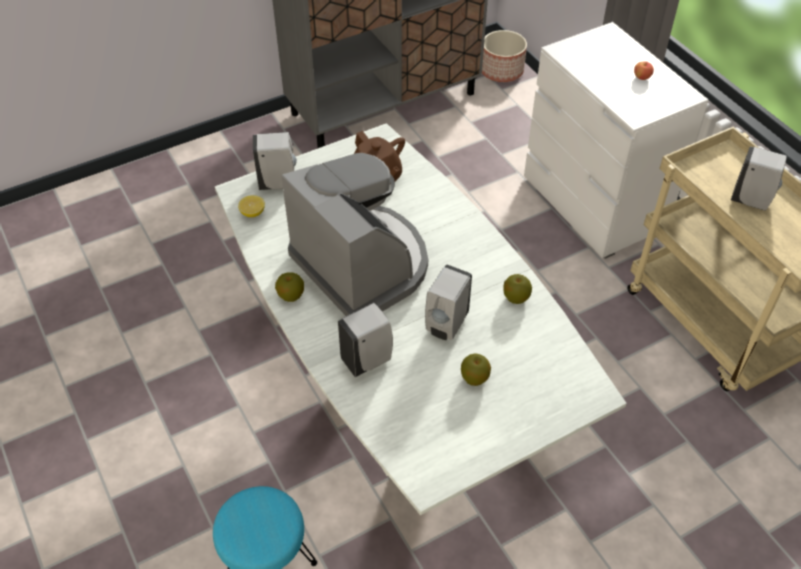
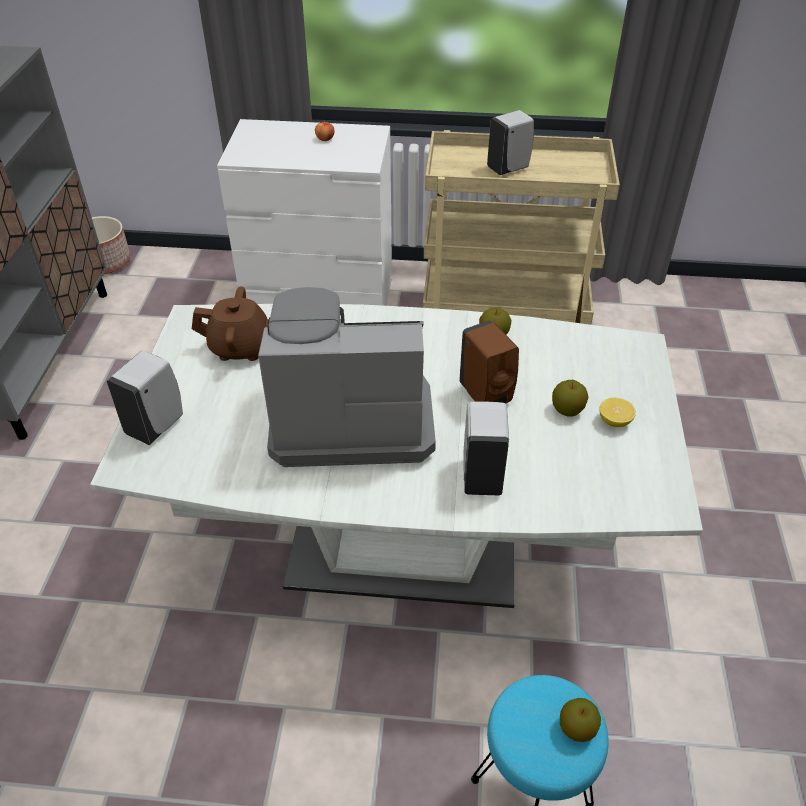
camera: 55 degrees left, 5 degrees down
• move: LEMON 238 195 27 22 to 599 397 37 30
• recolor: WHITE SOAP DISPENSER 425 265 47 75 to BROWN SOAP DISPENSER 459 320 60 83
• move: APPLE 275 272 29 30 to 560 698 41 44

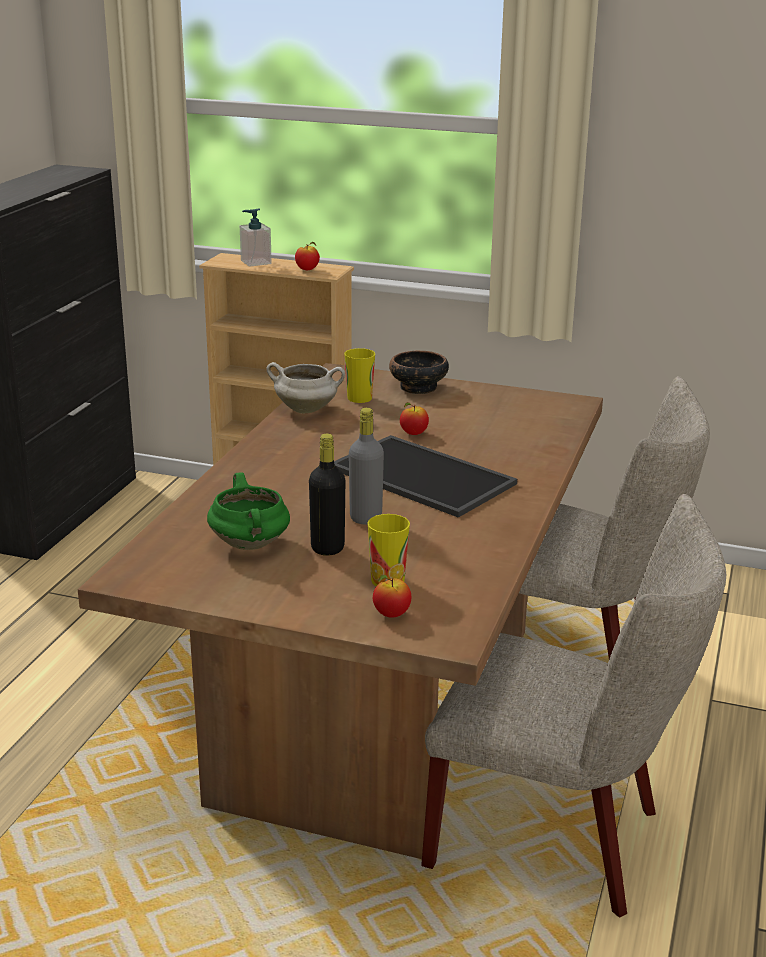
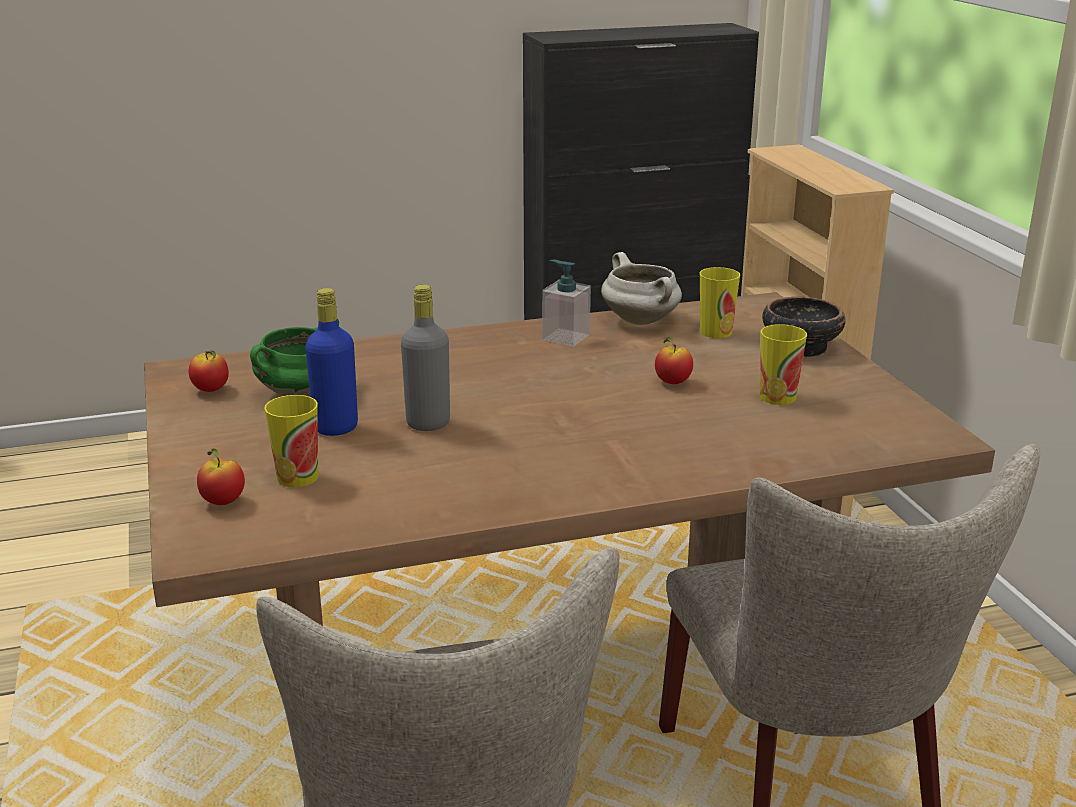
camera: 55 degrees right, 0 degrees up
• move: SOAP DISPENSER 240 208 32 59 to 542 260 49 87
• move: APPLE 295 242 25 28 to 188 351 41 41
• recolor: BLACK BOTTLE 309 434 36 122 to BLUE BOTTLE 305 288 53 148
• delete: TRAY 334 435 183 83
• insert: CUP 760 324 47 81

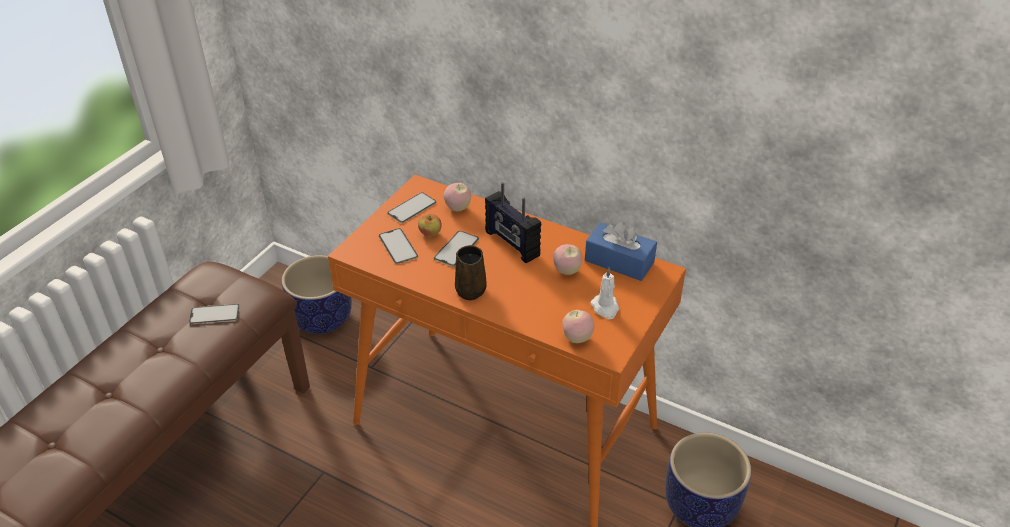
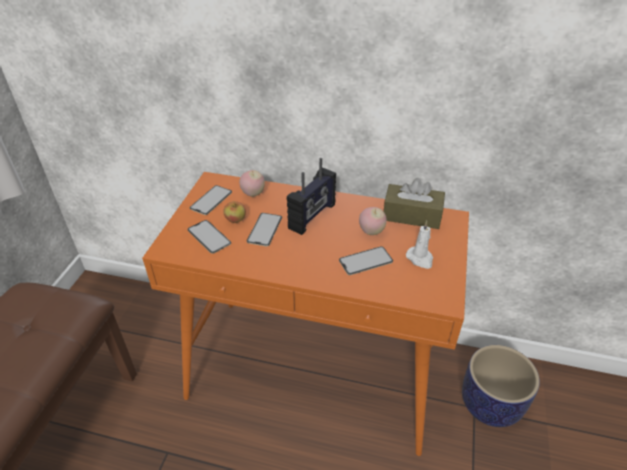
camera: 15 degrees left, 0 degrees up
• rotate: RADIO 485 182 56 81 = 287 158 49 77 90 degrees counterclockwise
• recolor: BLUE TISSUE BOX 585 221 72 60 to BROWN TISSUE BOX 383 178 62 51
• delete: BROWN MUG 455 245 32 55
• delete: PLANTER 281 255 71 79
• move: PHONE 189 304 51 20 to 339 246 54 29
• delete: APPLE 562 310 32 33

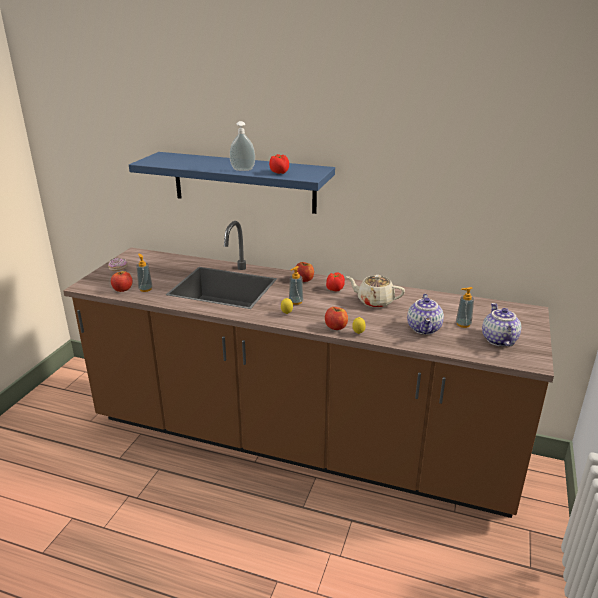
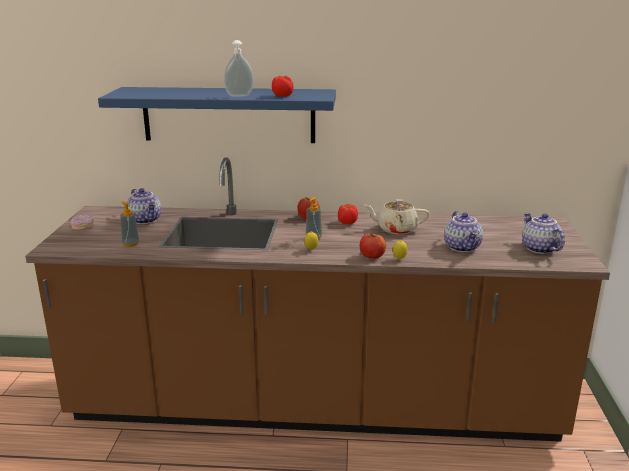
camera: 15 degrees left, 5 degrees down
• delete: APPLE 111 271 22 21
• delete: SOAP DISPENSER 456 287 18 41
• insert: TEAPOT 127 188 34 36

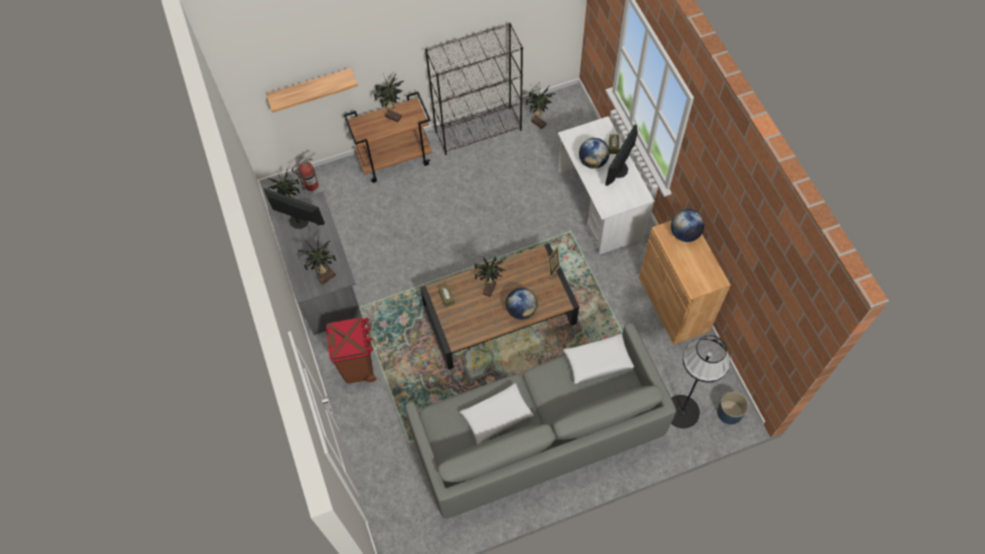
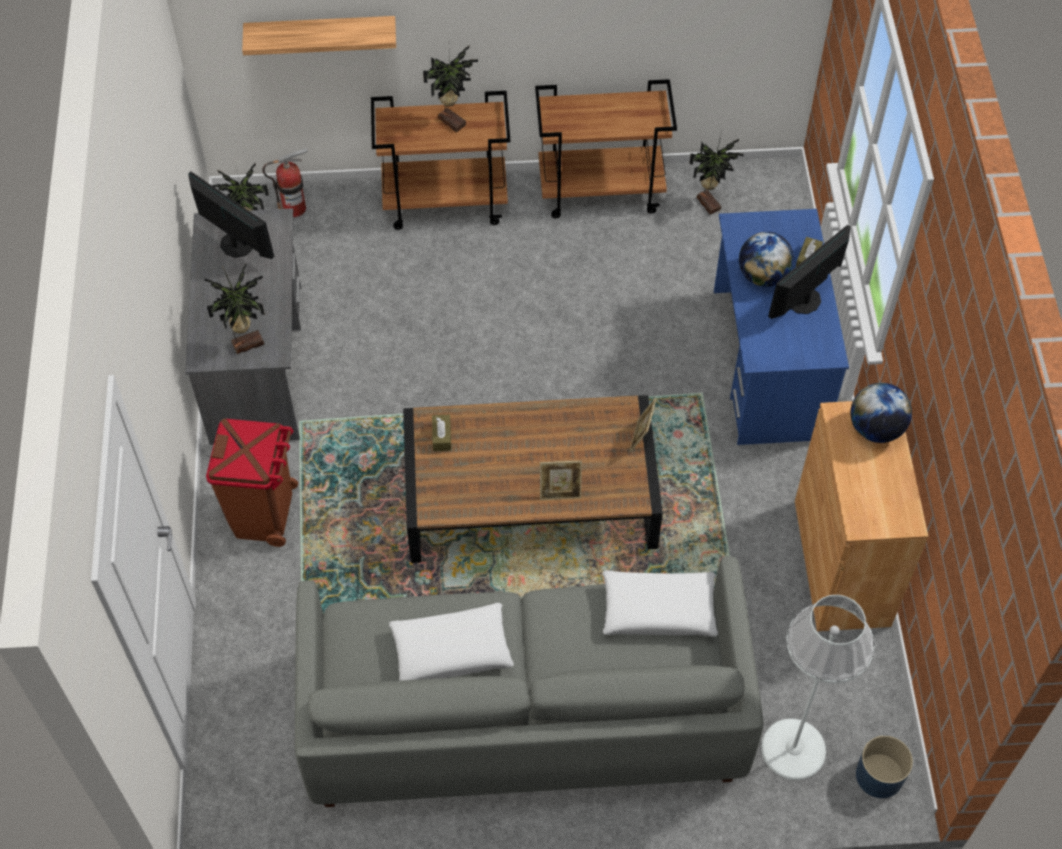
camera: 15 degrees right, 5 degrees down
• replace: BLACK BOOKCASE 425 23 98 132 to BROWN CART 535 79 142 139
• recolor: WHITE DESK 558 116 97 139 to BLUE DESK 714 209 135 236
• delete: POTTED PLANT 475 256 31 41
• replace: GLOBE 506 288 31 32 to PICTURE FRAME 540 461 42 39
• recolor: BLACK FLOOR LAMP 671 335 59 93 to WHITE FLOOR LAMP 761 595 113 185

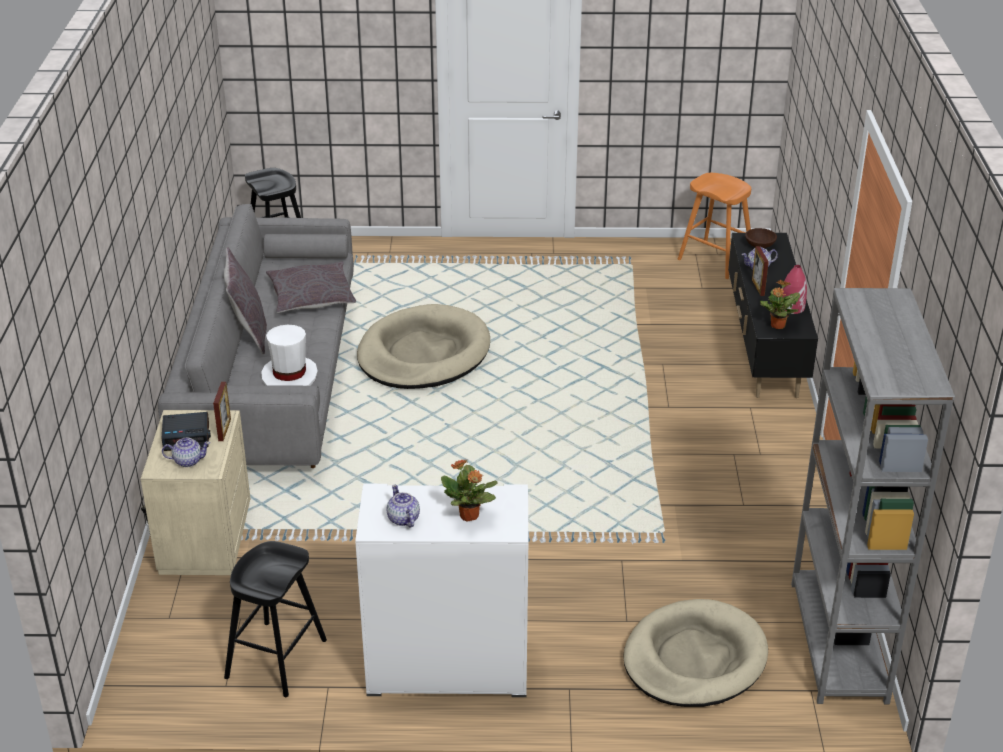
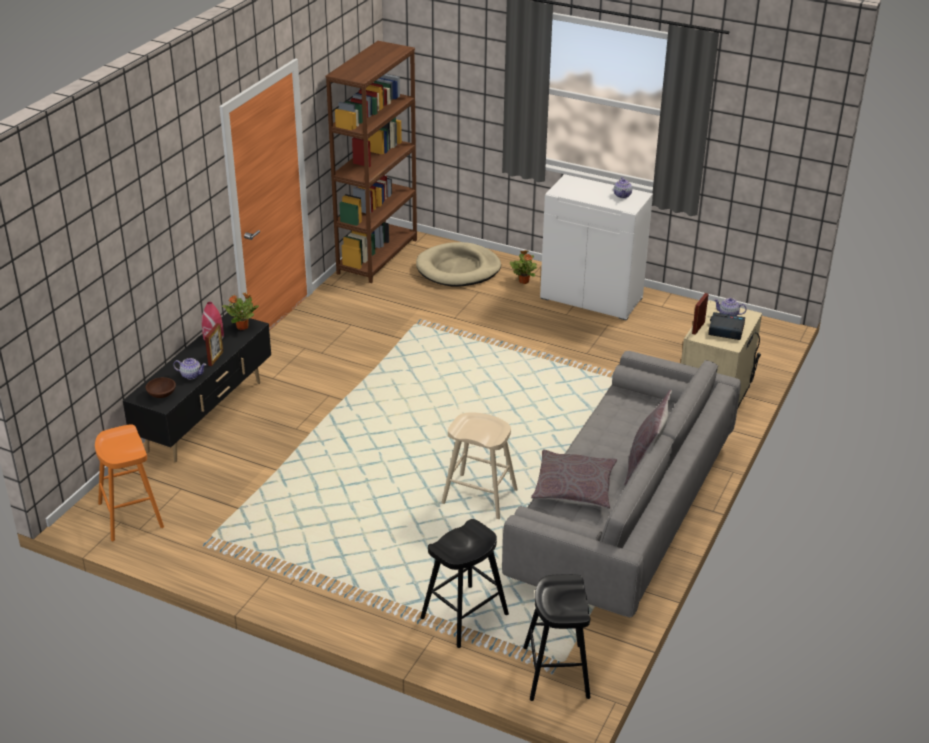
camera: 155 degrees left, 0 degrees up
• recolor: GREY BOOKCASE 791 288 164 416 to BROWN BOOKCASE 326 41 91 242
• replace: BEIGE DOG BED 357 304 133 85 to BEIGE STOOL 441 413 77 106
• delete: WHITE HAT 261 325 57 61
• move: POTTED PLANT 441 459 57 63 to 510 250 27 34
• move: BLACK STOOL 224 541 103 156 to 420 519 89 129

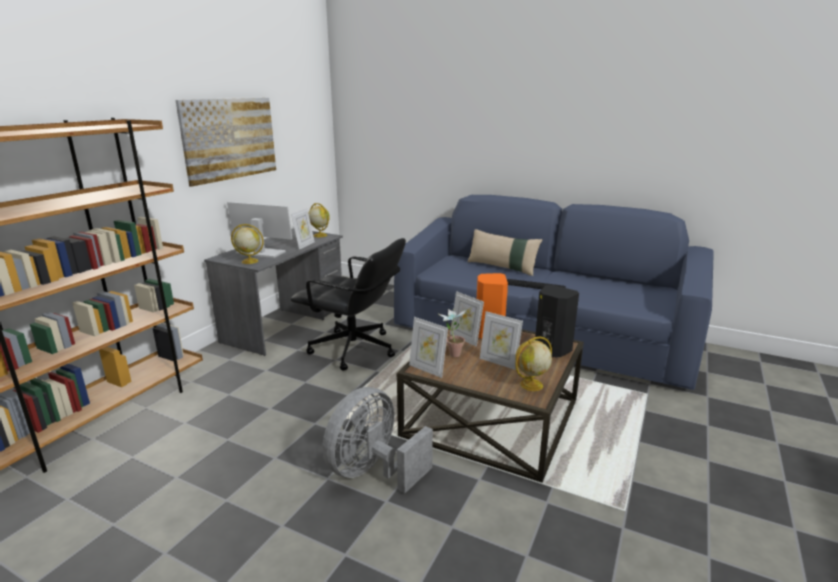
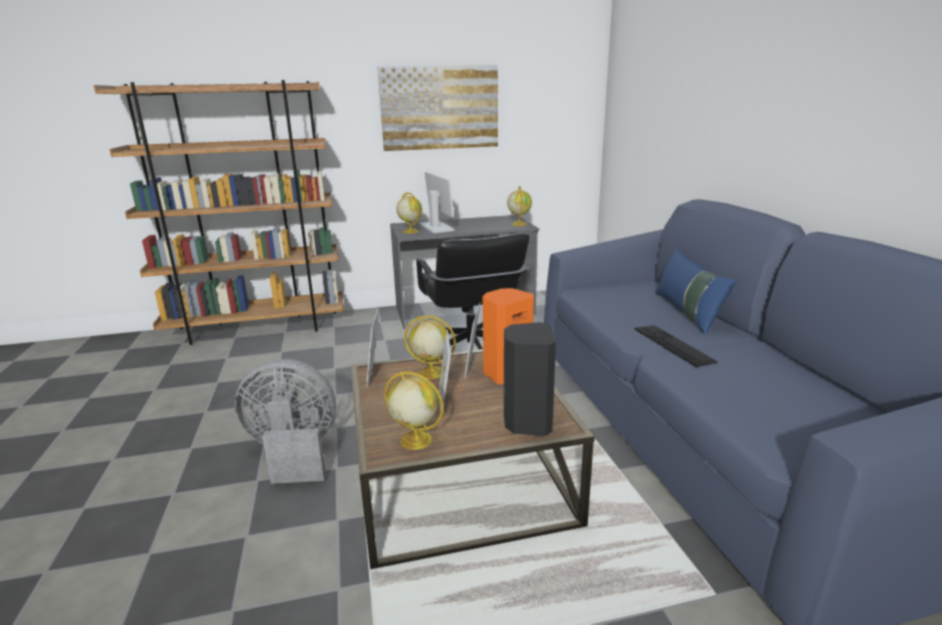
camera: 50 degrees right, 0 degrees up
• delete: PICTURE FRAME 291 208 24 42
• recolor: BEIGE PILLOW 467 229 76 47 to BLUE PILLOW 656 249 80 85
• replace: POTTED PLANT 439 309 28 48 to GLOBE 404 316 52 63

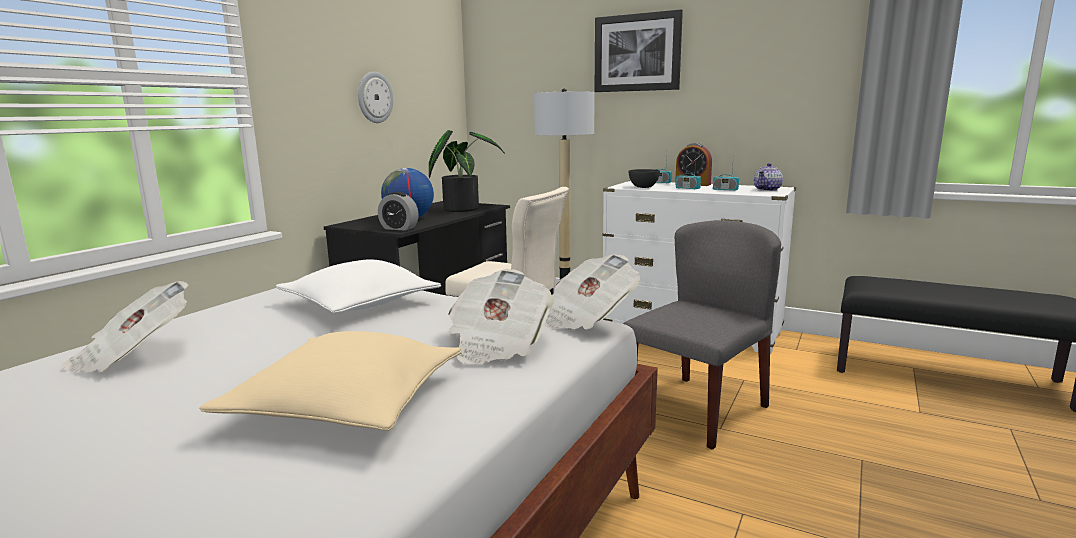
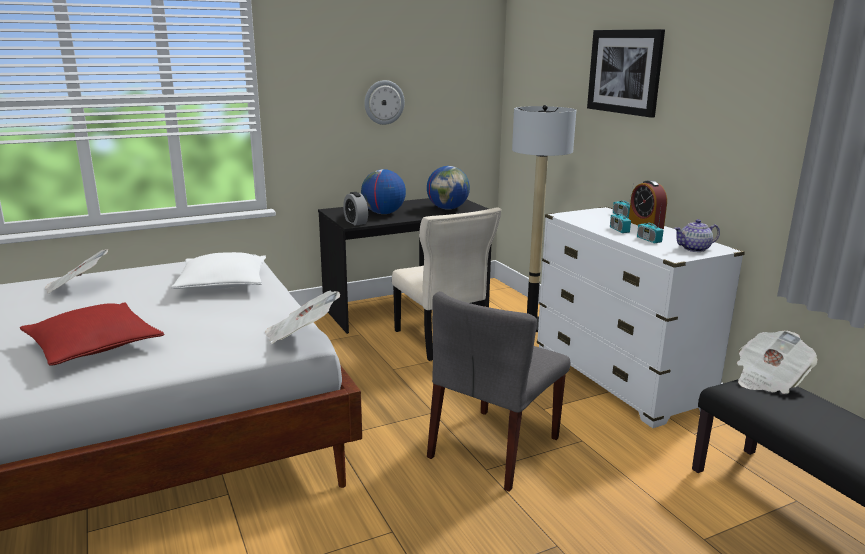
camera: 35 degrees right, 5 degrees up
• replace: POTTED PLANT 429 130 76 82 to GLOBE 427 166 43 44
• delete: GREY BOWL 629 169 31 19
• rotate: GREY CHAIR 623 220 158 230 = 427 291 143 201 135 degrees clockwise
• move: NEWSPAPER 449 269 105 95 to 737 331 81 63
• recolor: BEIGE PILLOW 199 331 263 100 to RED PILLOW 20 303 145 63

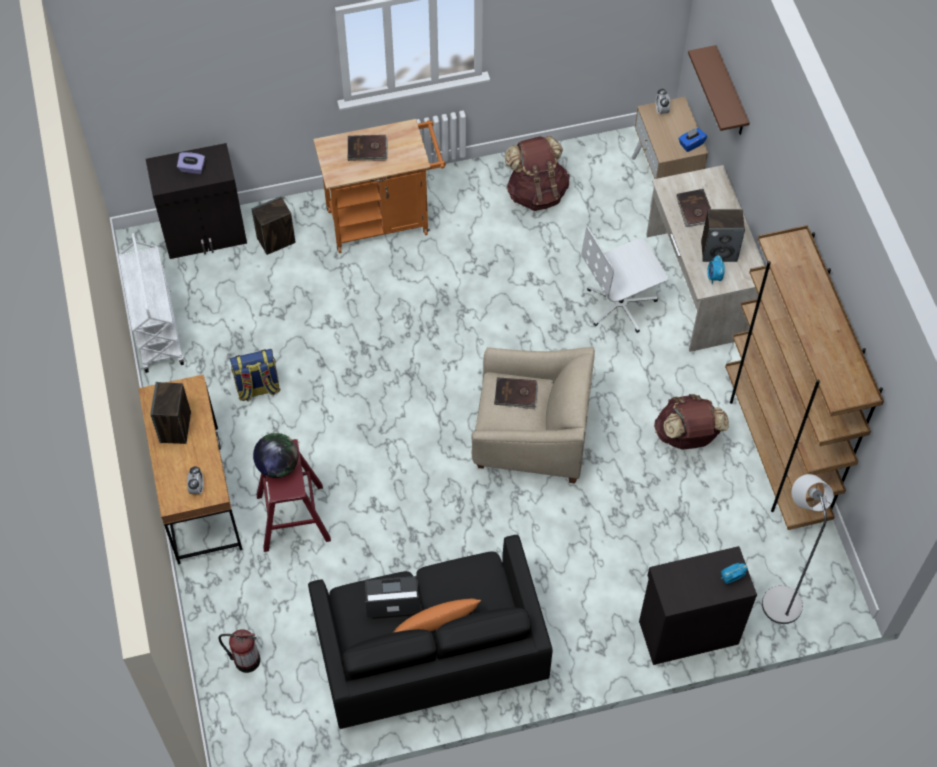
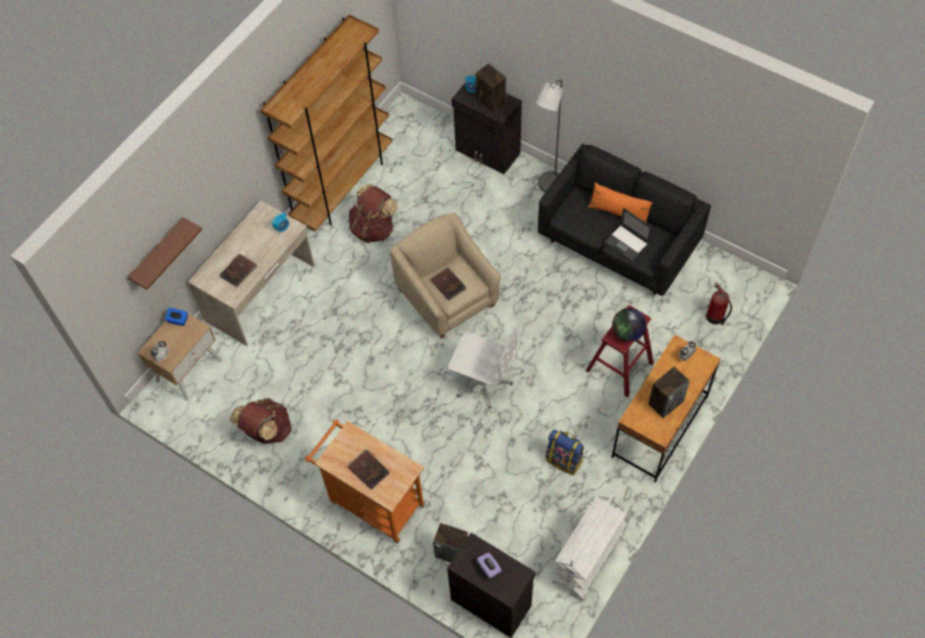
camera: 130 degrees left, 0 degrees up
• move: SPEAKER 701 209 44 53 to 475 63 31 50
• move: WHITE OFFICE CHAIR 581 227 87 106 to 448 326 70 82
• move: GREY FLOOR LAMP 762 474 72 150 to 536 79 27 113

